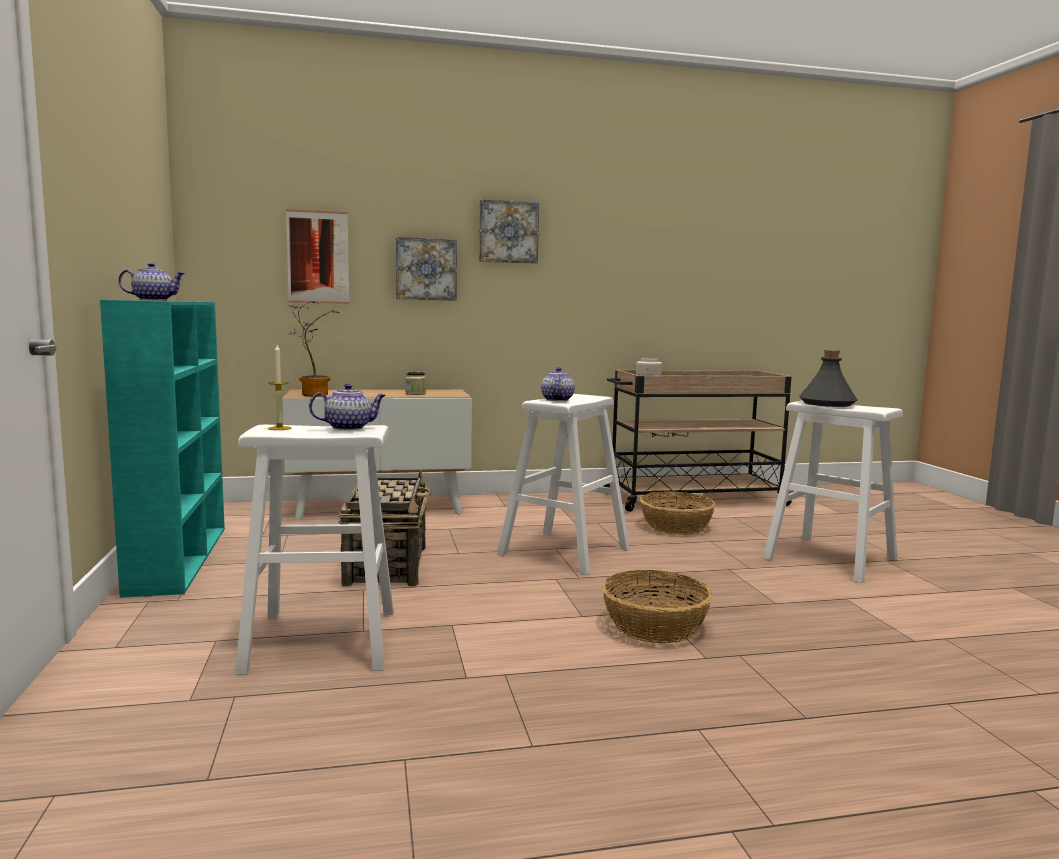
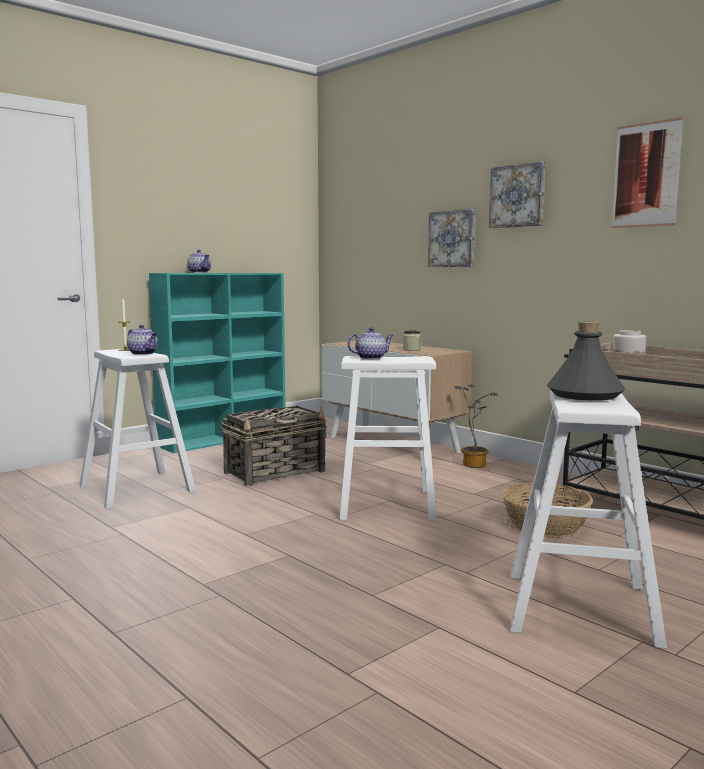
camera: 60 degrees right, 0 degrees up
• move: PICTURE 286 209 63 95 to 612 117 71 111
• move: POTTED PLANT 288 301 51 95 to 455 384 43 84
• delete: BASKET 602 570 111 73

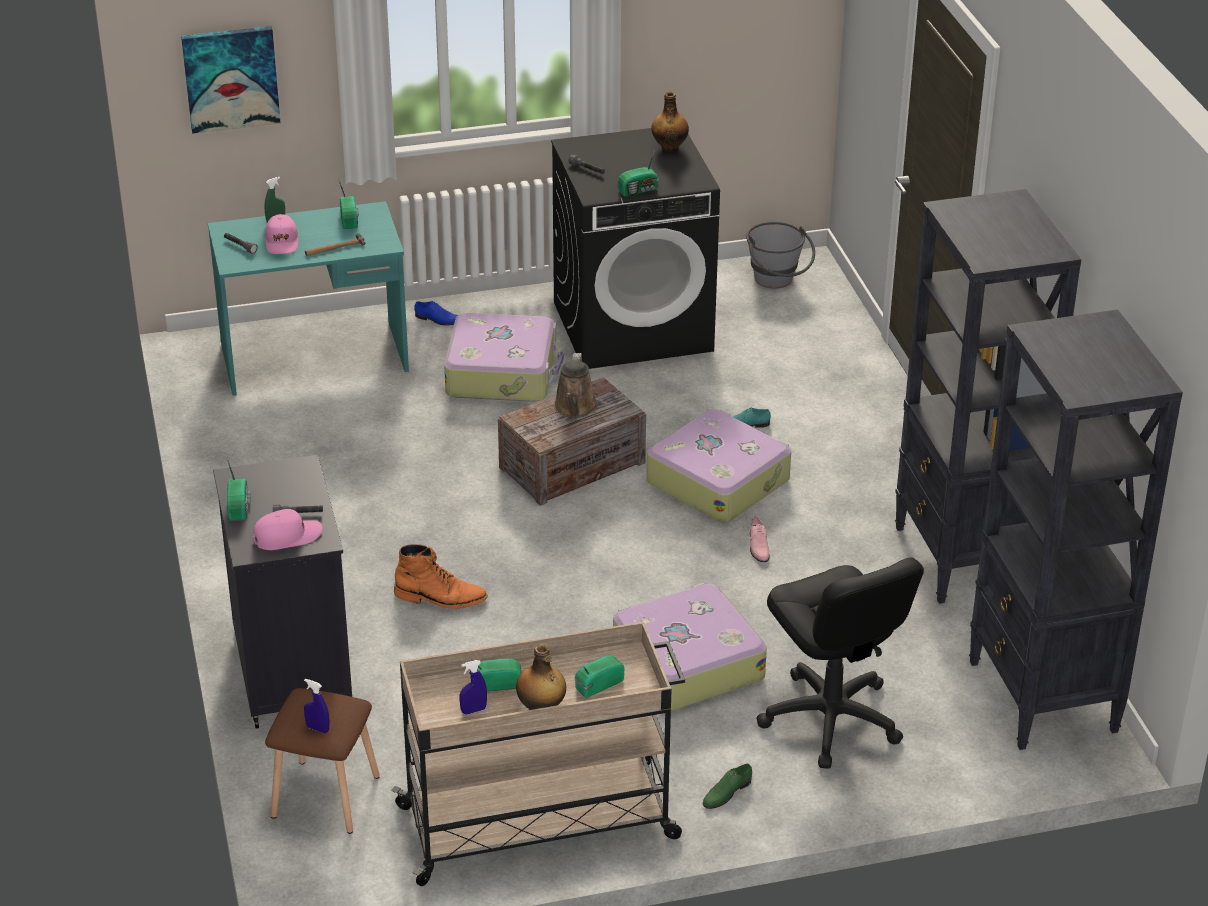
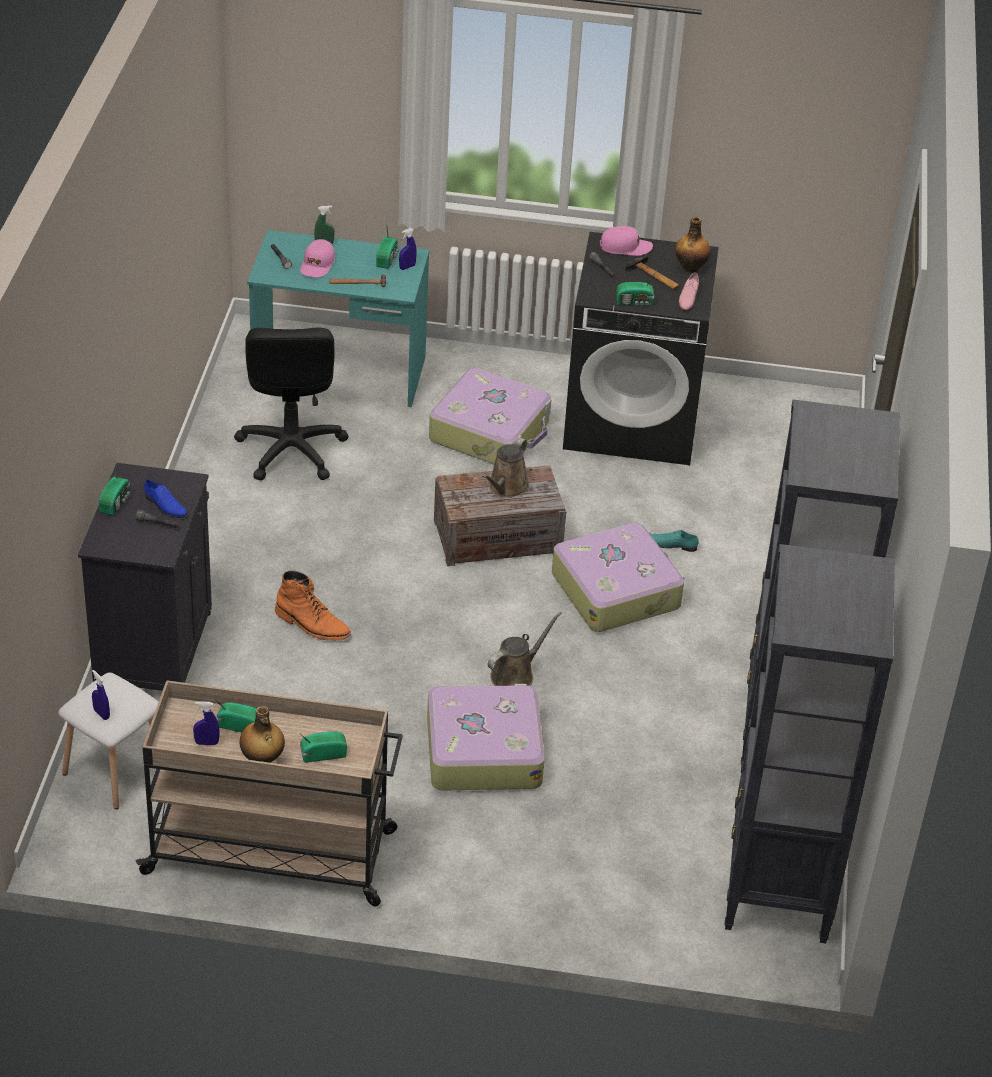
camera: 20 degrees right, 5 degrees up
• delete: PICTURE 181 26 99 108
• delete: GREY BUCKET 746 222 69 66
• move: BLUE SHOE 414 301 44 24 to 144 480 44 38
• move: PINK CAP 252 509 71 41 to 600 226 53 30
• move: PINK SHOE 750 516 20 46 to 678 273 21 38
• move: BLACK OFFICE CHAIR 756 557 168 212 to 234 328 115 153
• recolor: BROWN STOOL 265 688 115 146 to WHITE STOOL 58 673 101 136
• delete: GREEN SHOE 703 764 49 45
• insert: BLUE SPRAY BOTTLE 399 228 18 42
• insert: HAMMER 624 254 56 36
• insert: BROWN WATERING CAN 488 611 74 75

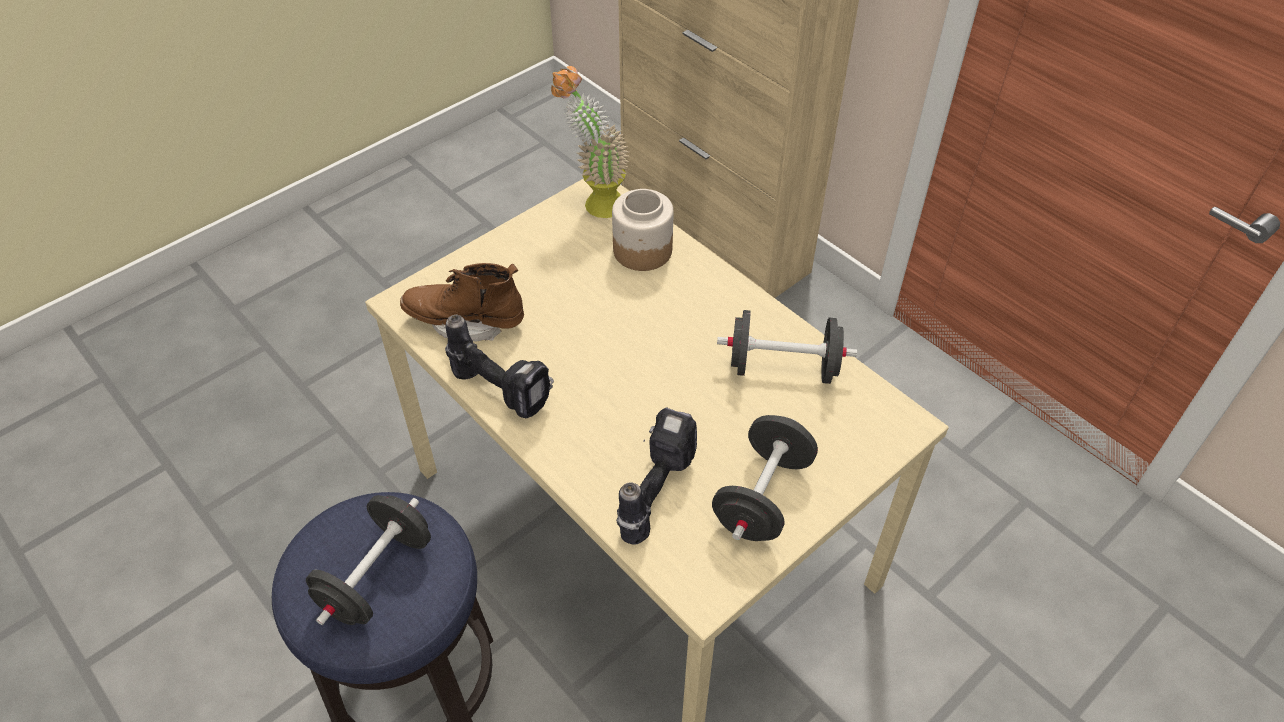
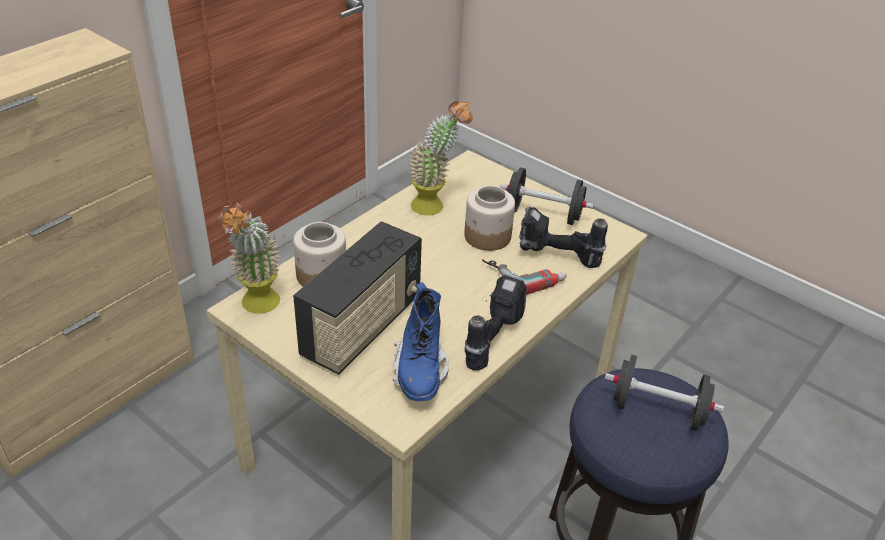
camera: 100 degrees left, 10 degrees down
• recolor: BROWN BOOT 400 263 124 79 to BLUE BOOT 393 282 56 119
• replace: BLACK DUMBBELL 717 310 140 74 to POTTED PLANT 409 101 64 114
• insert: JAR 464 186 51 65
• insert: RADIO 293 221 129 154
• insert: POWER DRILL 482 259 85 36

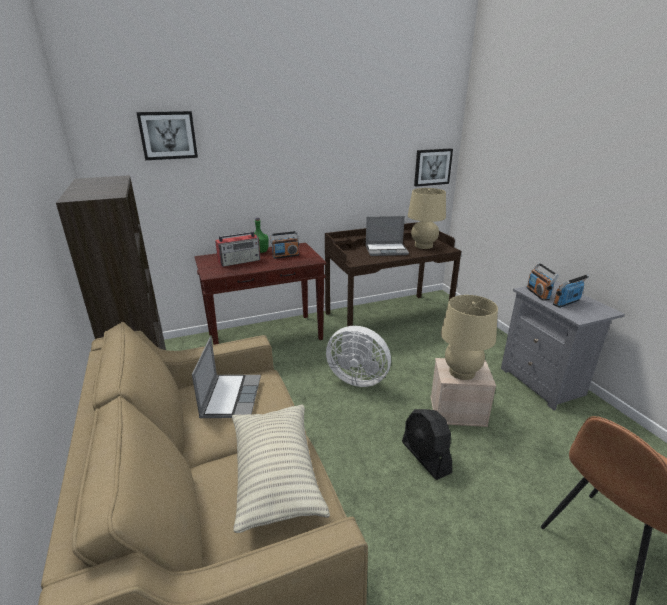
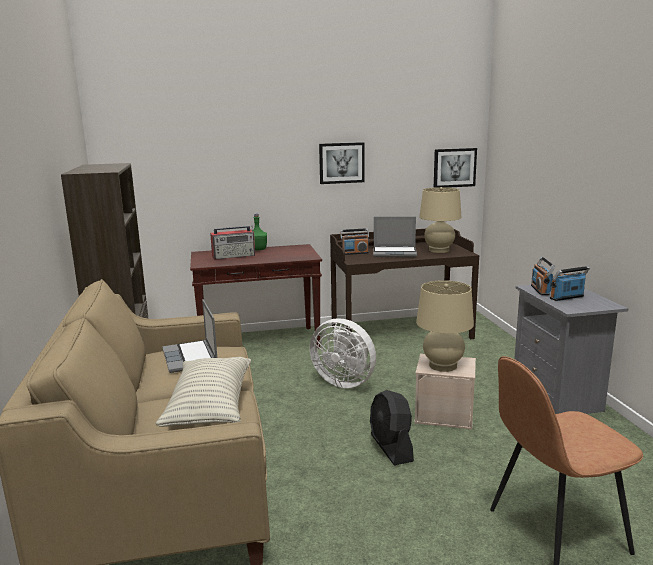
camera: 10 degrees right, 10 degrees down
• move: PICTURE 136 111 62 49 to 319 142 46 42
• move: RADIO 270 231 29 28 to 340 228 29 27
• rotate: LAPTOP 192 337 69 81 = 162 299 55 74 150 degrees clockwise

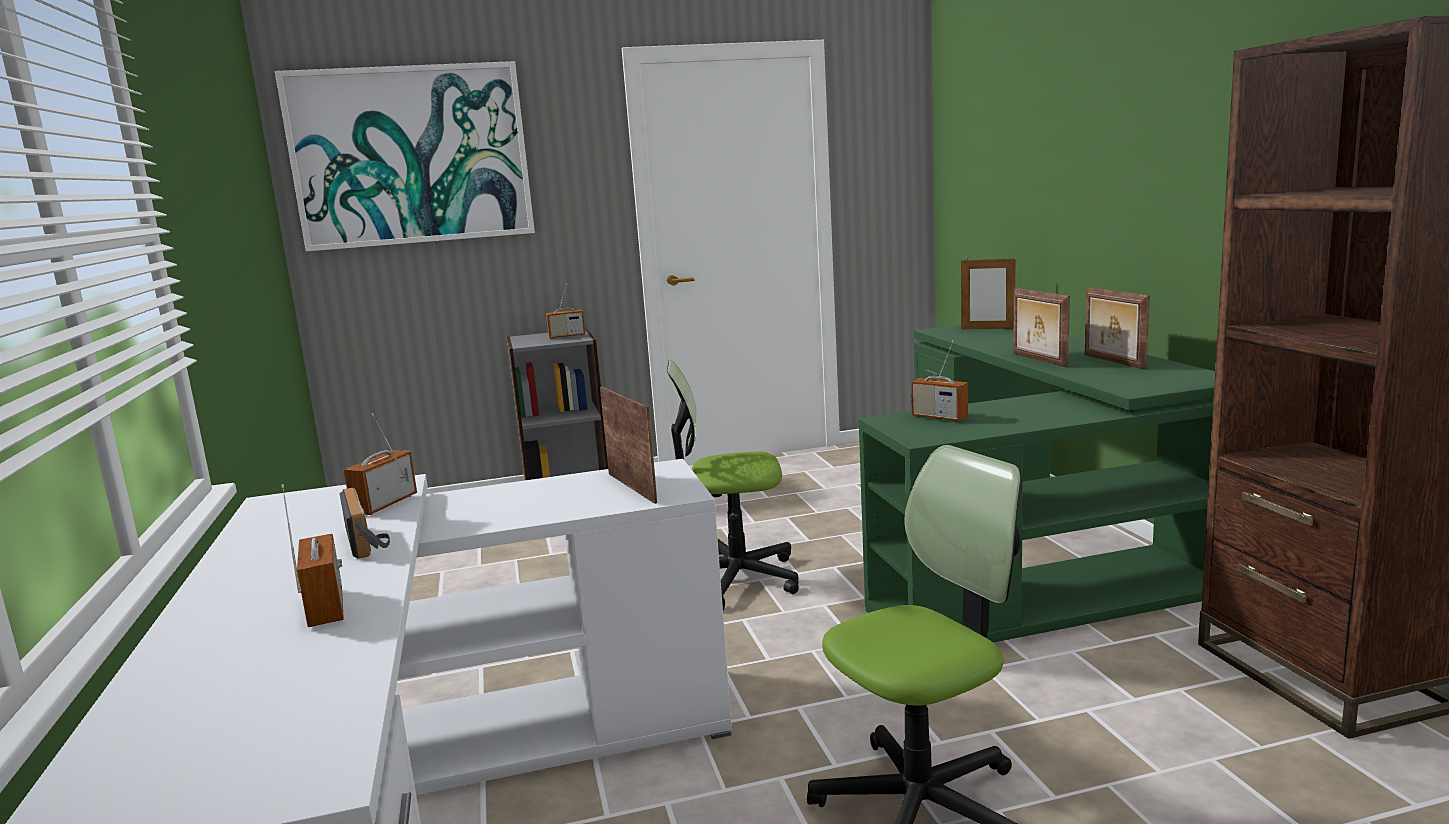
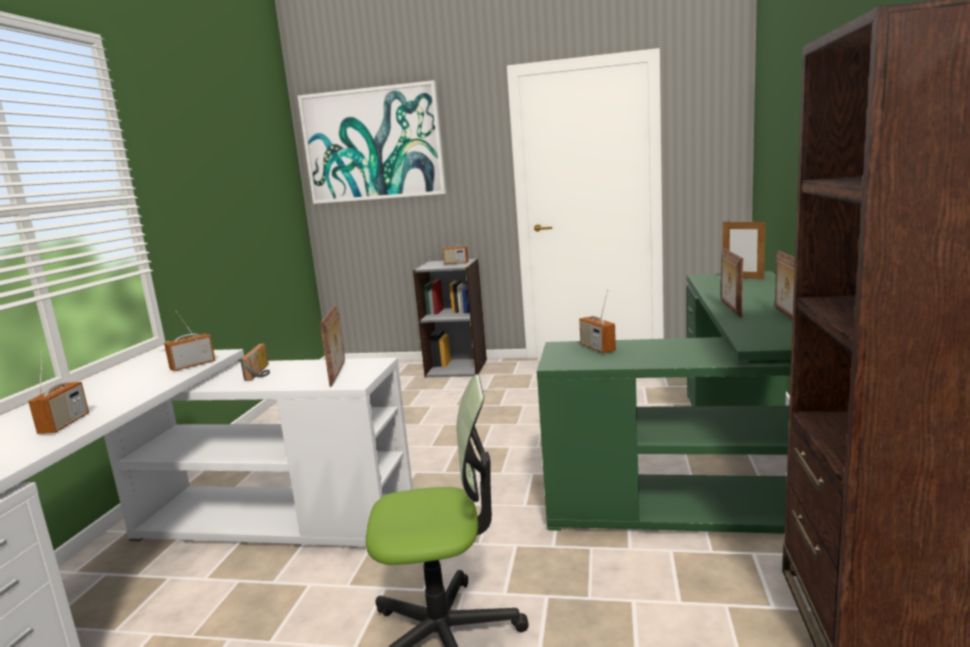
camera: 25 degrees right, 0 degrees up
• delete: OFFICE CHAIR 667 360 132 250
• move: RADIO 340 488 50 71 to 240 343 30 38

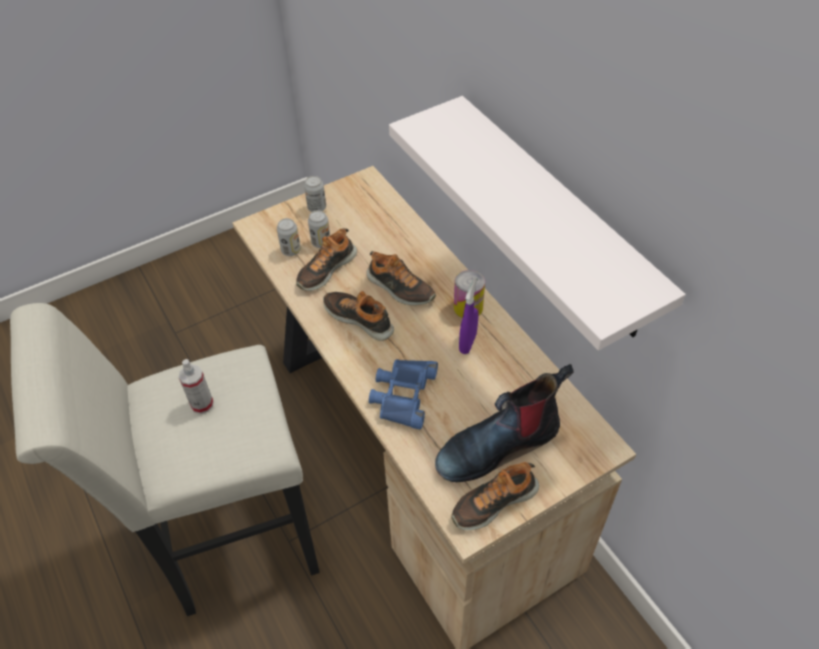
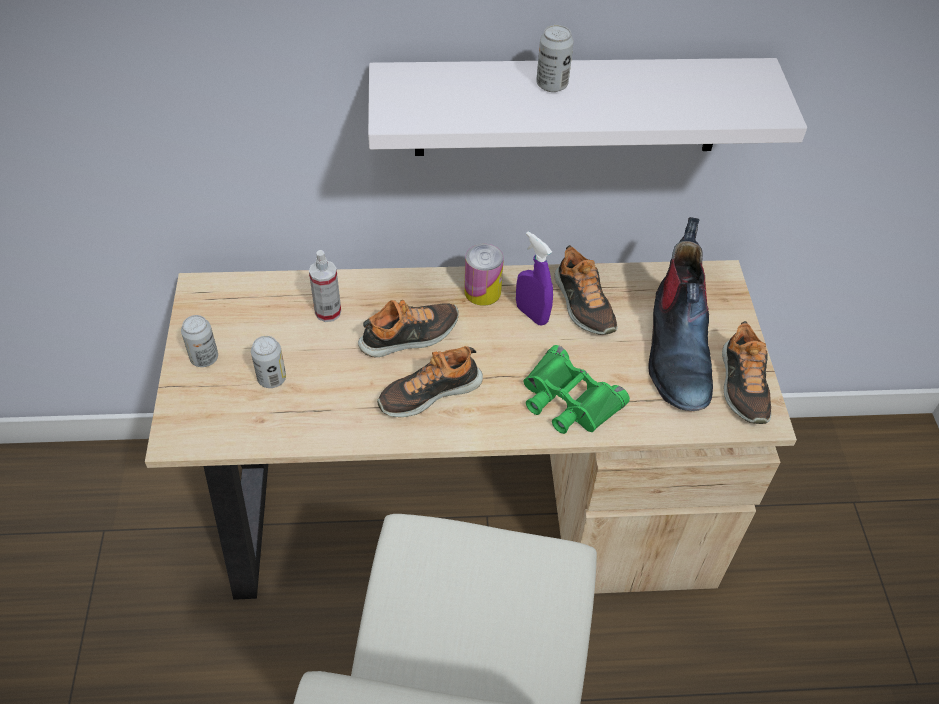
camera: 65 degrees left, 0 degrees up
• move: CAN 277 218 24 38 to 536 25 38 67
• move: SHOE 296 228 61 63 to 554 245 64 90
• move: SPRAY BOTTLE 178 359 35 55 to 309 250 32 72
• recolor: BLUE BINOCULARS 369 359 69 71 to GREEN BINOCULARS 524 345 106 89

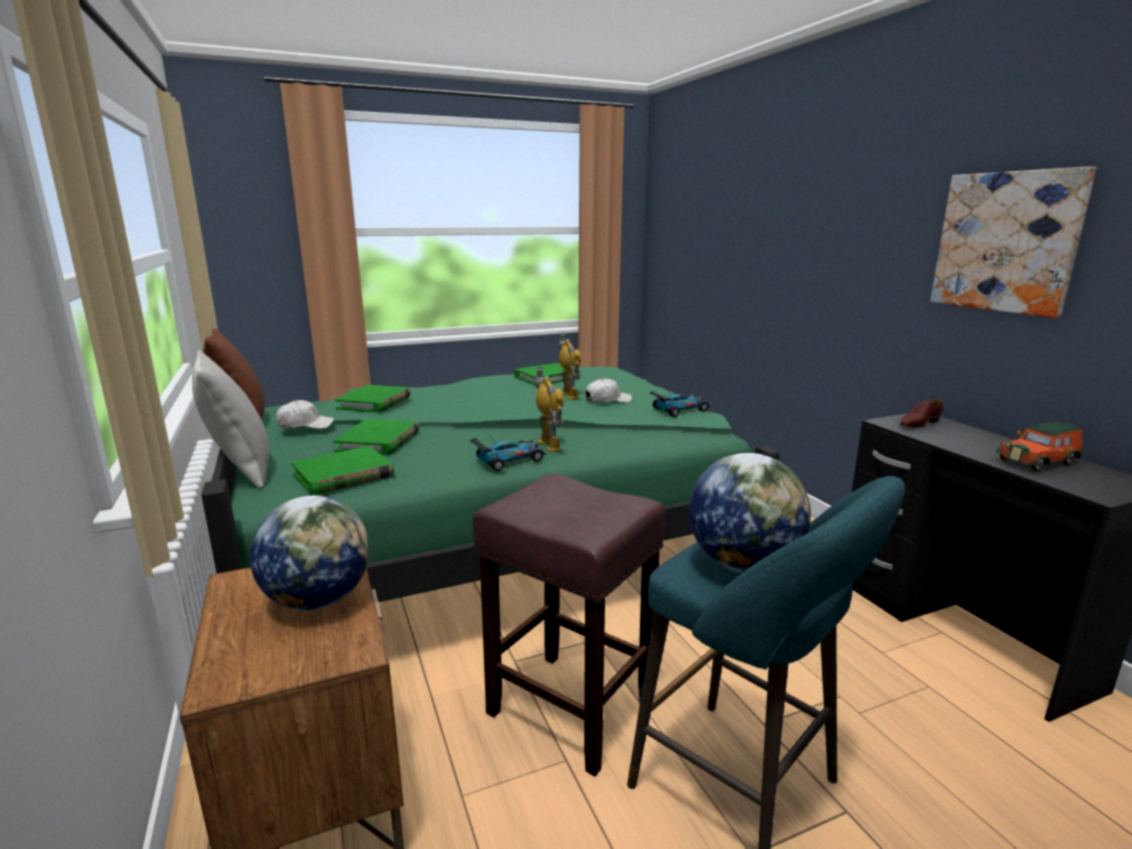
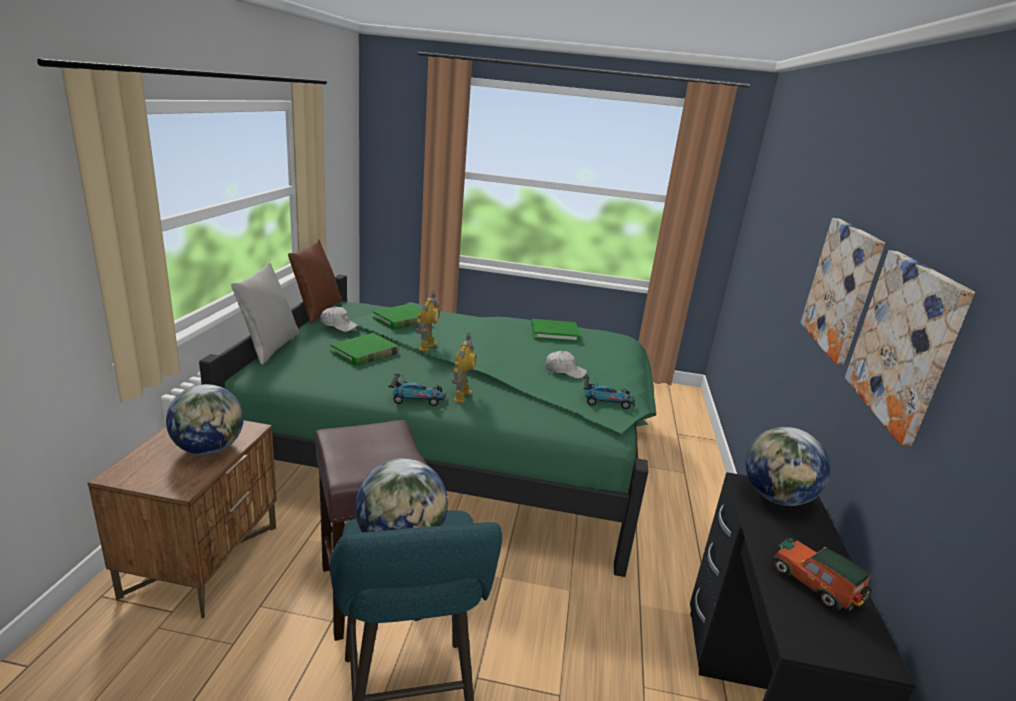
camera: 30 degrees right, 5 degrees up
• move: TOY ROBOT 559 333 22 67 to 416 291 24 60
• replace: BROWN SHOE 900 399 43 29 to GLOBE 746 427 84 79
• rotate: TOY CAR 996 421 87 51 = 771 538 101 73 45 degrees clockwise
• delete: GREEN BOOK 291 446 103 49
• insert: PICTURE 801 218 84 147

